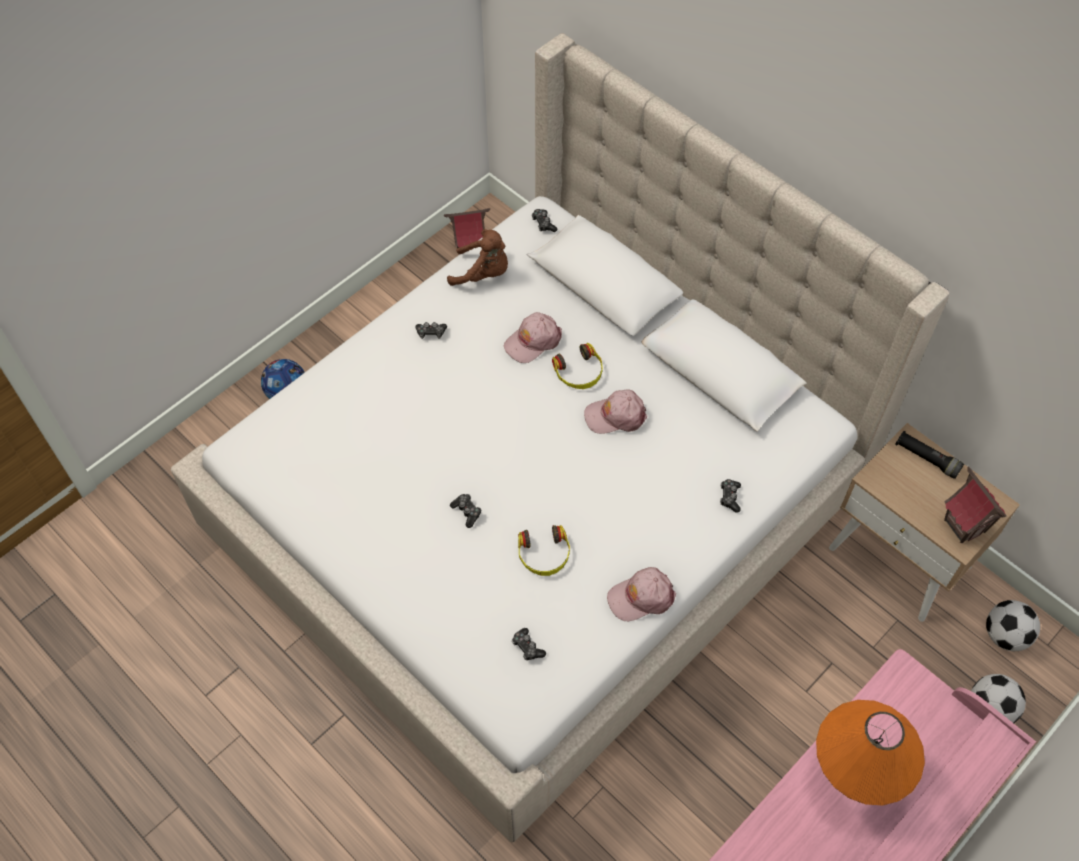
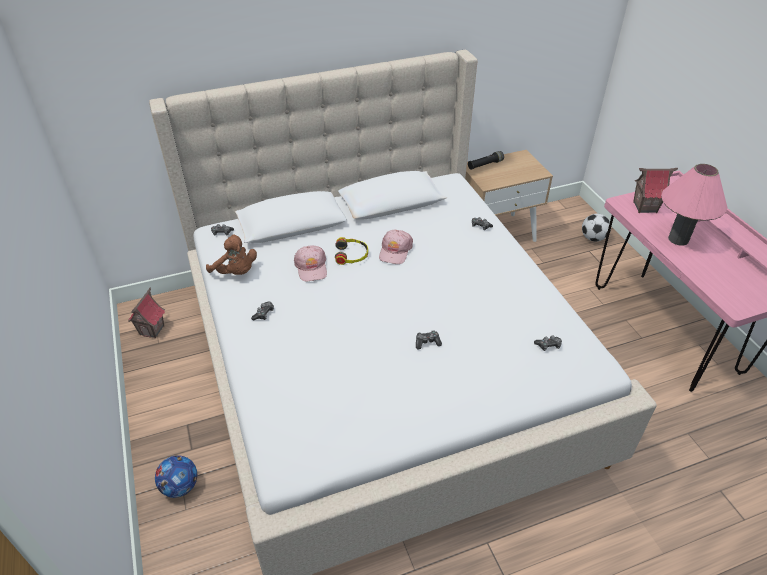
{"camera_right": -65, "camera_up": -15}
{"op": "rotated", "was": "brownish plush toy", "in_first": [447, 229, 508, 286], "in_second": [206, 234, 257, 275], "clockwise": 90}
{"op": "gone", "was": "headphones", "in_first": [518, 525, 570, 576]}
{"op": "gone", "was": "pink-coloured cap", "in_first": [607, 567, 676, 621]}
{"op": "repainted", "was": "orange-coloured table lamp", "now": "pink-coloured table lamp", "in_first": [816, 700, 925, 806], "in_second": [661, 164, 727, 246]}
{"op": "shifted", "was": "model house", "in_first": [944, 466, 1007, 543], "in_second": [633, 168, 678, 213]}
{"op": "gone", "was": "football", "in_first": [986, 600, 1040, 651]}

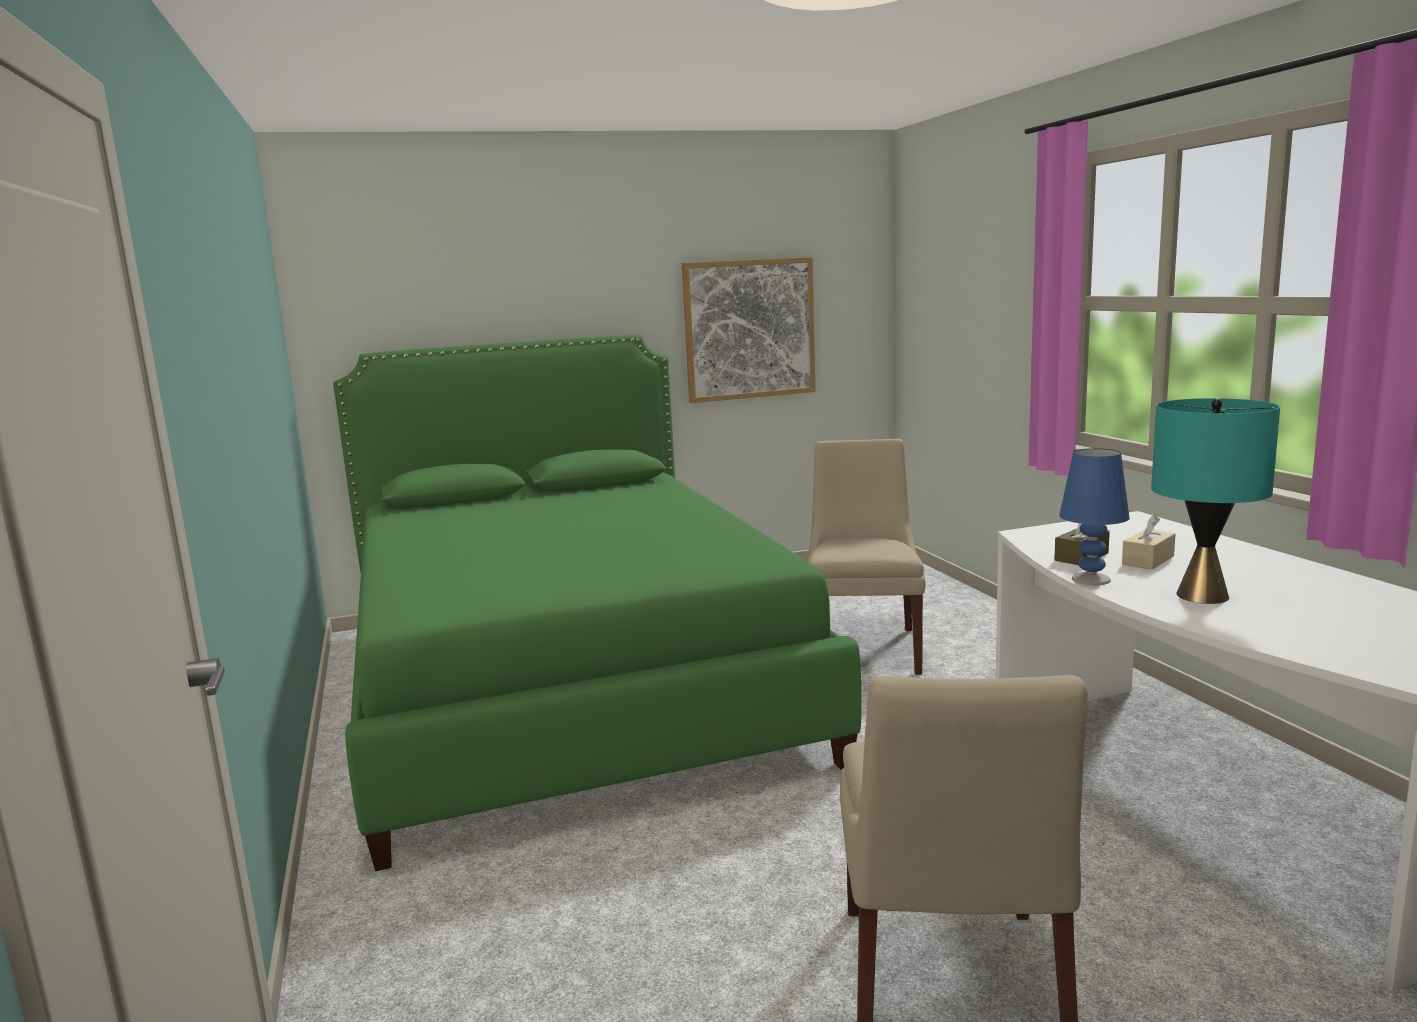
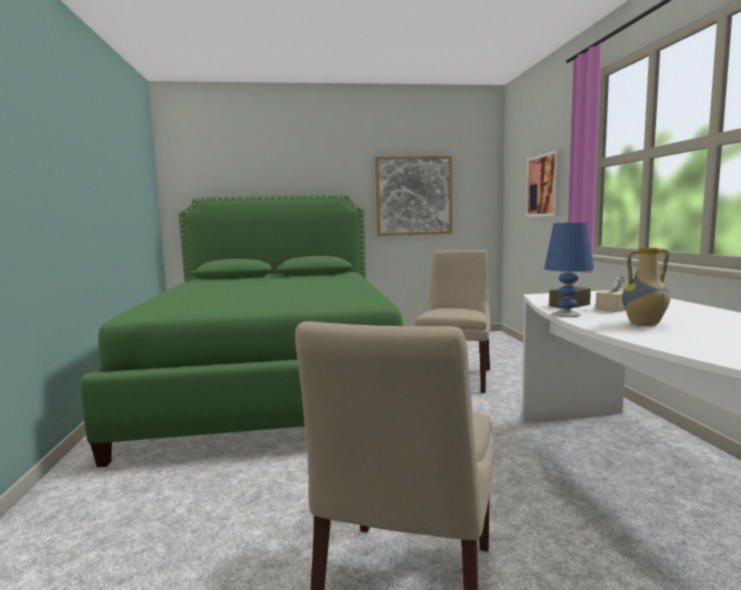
{"camera_right": 10, "camera_up": -5}
{"op": "swapped", "was": "blue-green table lamp", "now": "decorative vase", "in_first": [1151, 398, 1280, 604], "in_second": [622, 248, 670, 326]}
{"op": "new", "now": "picture", "in_second": [526, 150, 561, 217]}

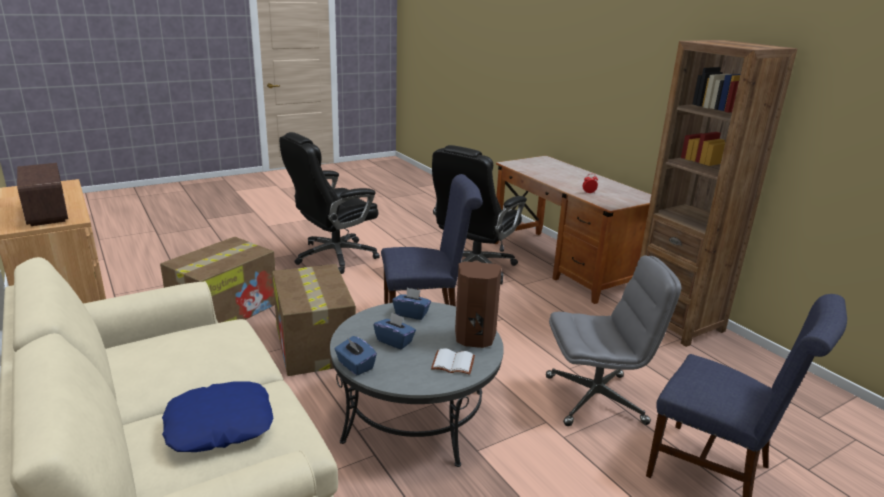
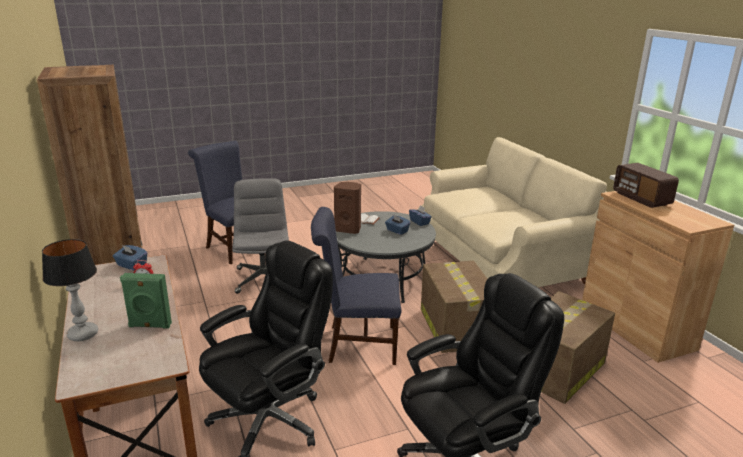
{"camera_right": -170, "camera_up": 0}
{"op": "gone", "was": "blue pillow", "in_first": [162, 381, 273, 452]}
{"op": "shifted", "was": "blue box of tissues", "in_first": [392, 287, 431, 320], "in_second": [113, 244, 147, 270]}
{"op": "rotated", "was": "grey computer chair", "in_first": [546, 255, 681, 426], "in_second": [232, 178, 289, 294], "clockwise": 75}
{"op": "new", "now": "table lamp", "in_second": [42, 239, 98, 341]}
{"op": "new", "now": "green-coloured audio speaker", "in_second": [120, 273, 172, 329]}

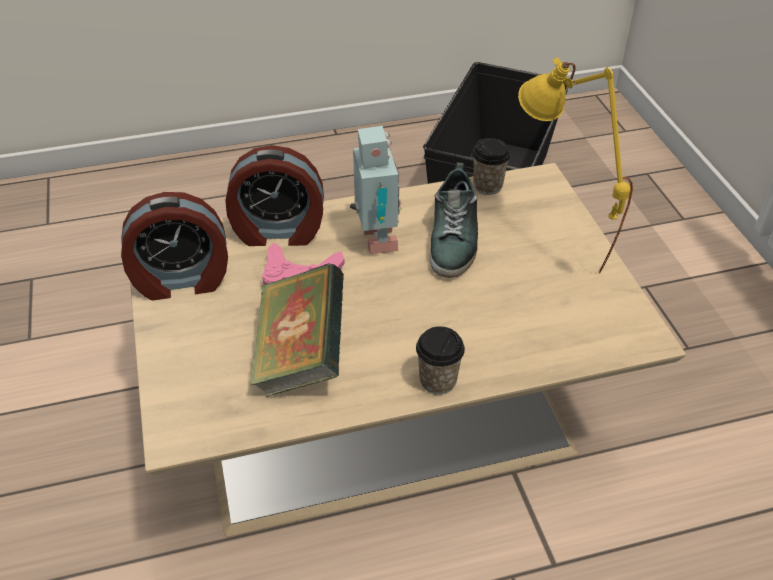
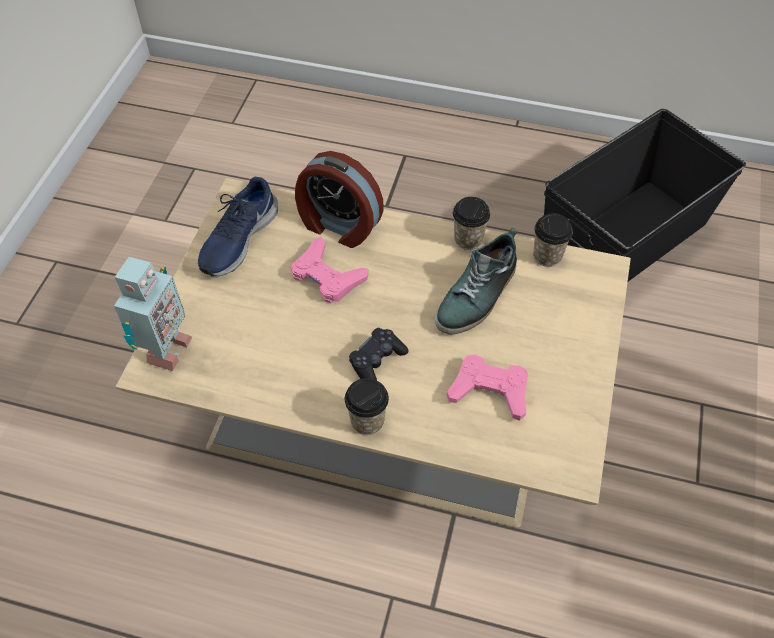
{"camera_right": 30, "camera_up": 10}
{"op": "swapped", "was": "alarm clock", "now": "blue shoe", "in_first": [121, 192, 228, 301], "in_second": [198, 177, 278, 276]}
{"op": "gone", "was": "bound book", "in_first": [250, 263, 344, 397]}
{"op": "shifted", "was": "robot figure", "in_first": [350, 126, 402, 254], "in_second": [114, 257, 192, 371]}
{"op": "gone", "was": "yellow table lamp", "in_first": [518, 58, 633, 273]}
{"op": "new", "now": "black gamepad", "in_second": [349, 328, 408, 380]}
{"op": "new", "now": "pink-coloured gamepad", "in_second": [447, 355, 528, 421]}
{"op": "new", "now": "drinking cup", "in_second": [453, 197, 490, 250]}

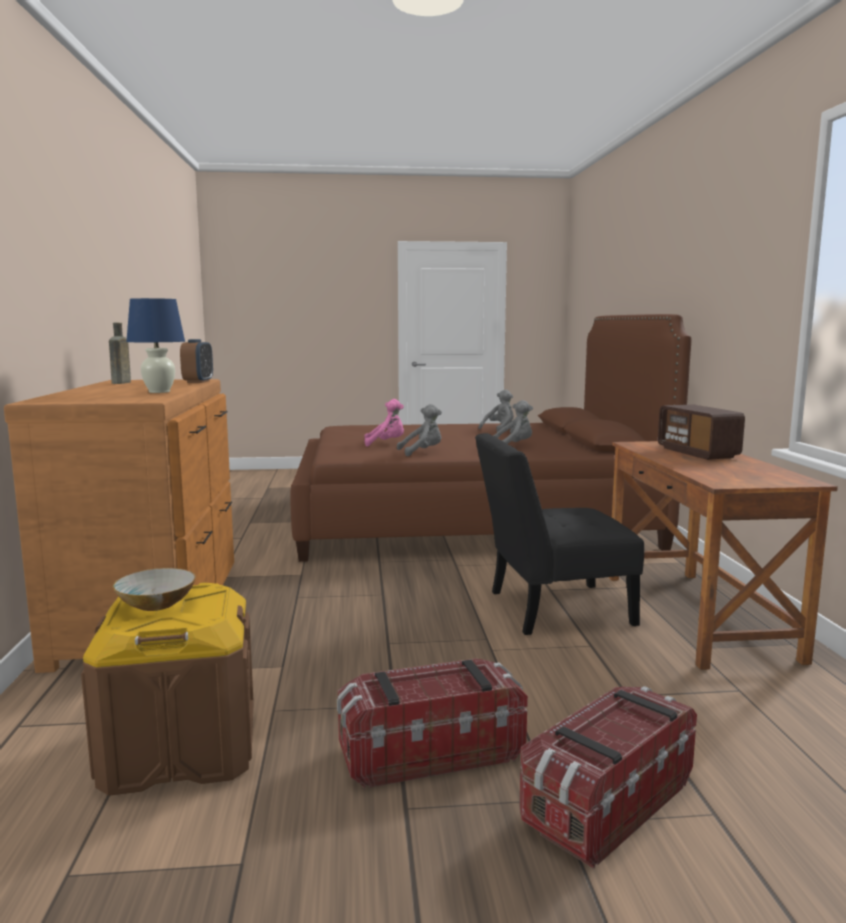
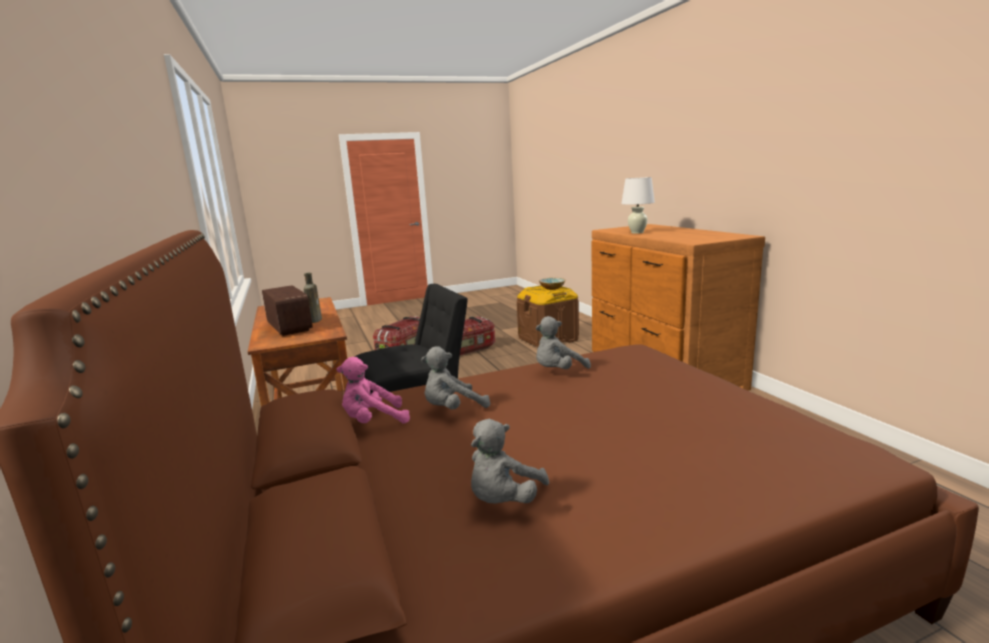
{"camera_right": 165, "camera_up": 5}
{"op": "shifted", "was": "brownish beverage bottle", "in_first": [109, 323, 131, 384], "in_second": [304, 273, 322, 323]}
{"op": "repainted", "was": "blue table lamp", "now": "white table lamp", "in_first": [126, 298, 185, 393], "in_second": [621, 177, 655, 234]}
{"op": "gone", "was": "alarm clock", "in_first": [180, 339, 213, 383]}
{"op": "shifted", "was": "pink-coloured plush toy", "in_first": [364, 399, 404, 447], "in_second": [337, 357, 410, 423]}

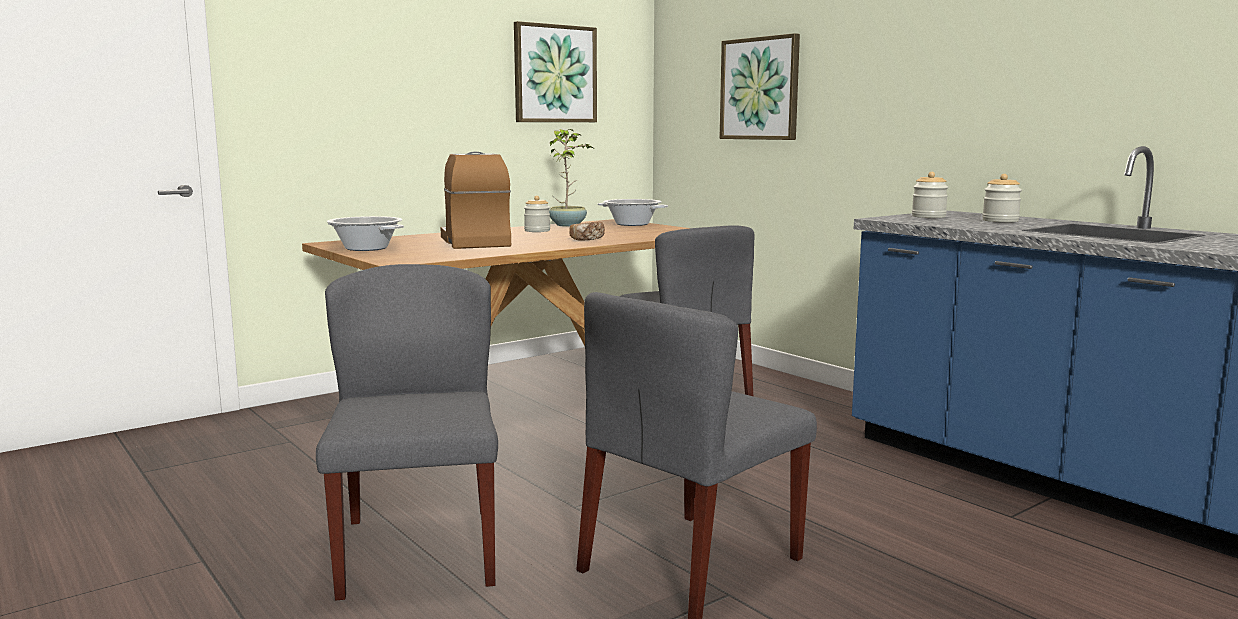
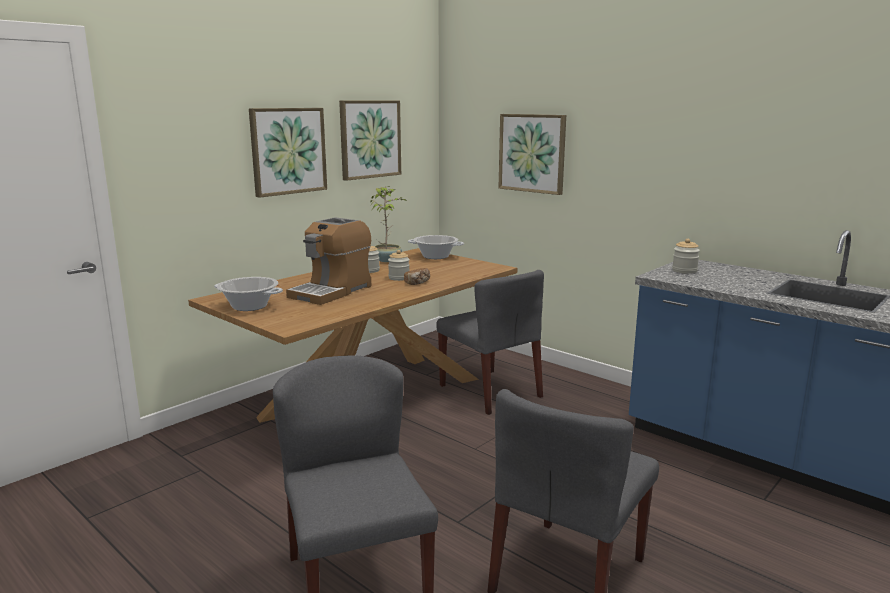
{"camera_right": -10, "camera_up": 5}
{"op": "rotated", "was": "coffee brewer", "in_first": [441, 152, 511, 249], "in_second": [286, 217, 371, 305], "clockwise": -120}
{"op": "shifted", "was": "storage jar", "in_first": [982, 174, 1022, 222], "in_second": [388, 250, 410, 281]}
{"op": "new", "now": "picture", "in_second": [249, 108, 327, 198]}

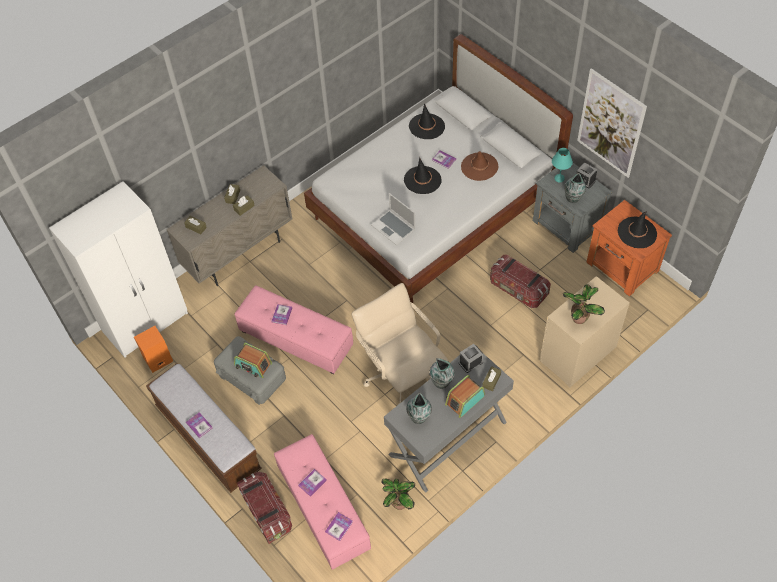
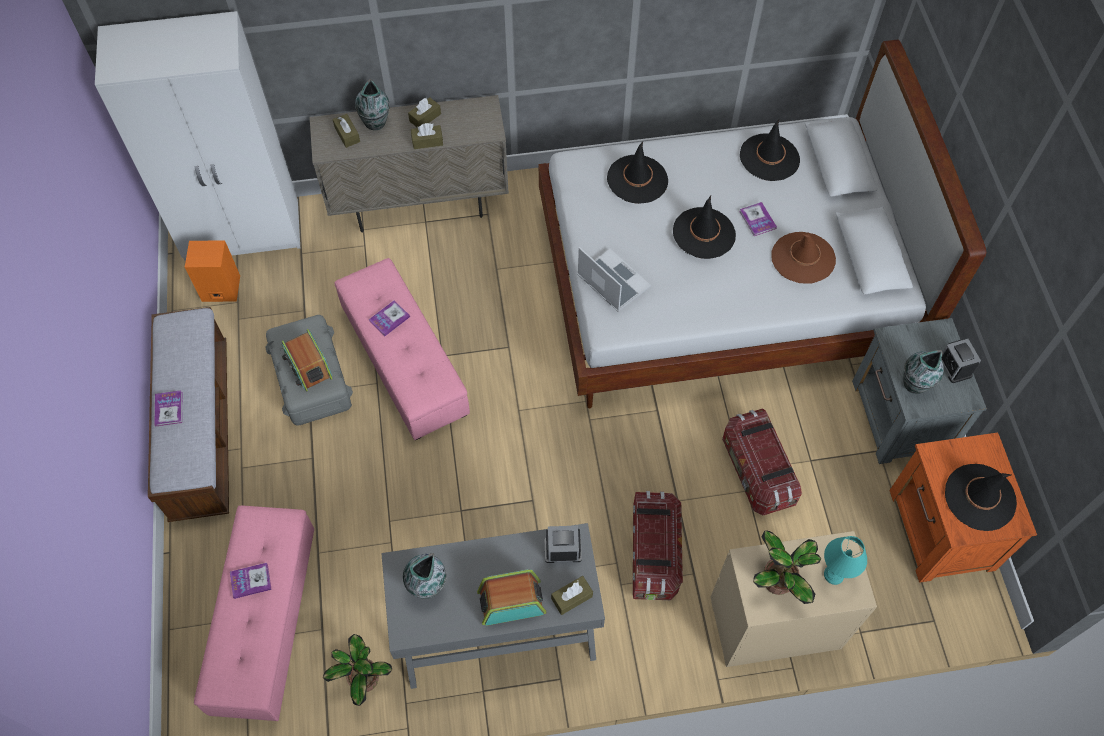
{"camera_right": 30, "camera_up": 5}
{"op": "shifted", "was": "storage box", "in_first": [237, 471, 292, 544], "in_second": [633, 491, 683, 600]}
{"op": "gone", "was": "bound book", "in_first": [325, 512, 353, 541]}
{"op": "gone", "was": "sand-coloured computer chair", "in_first": [352, 283, 448, 405]}
{"op": "rotated", "was": "laptop", "in_first": [371, 193, 416, 245], "in_second": [578, 247, 651, 312], "clockwise": 150}
{"op": "shifted", "was": "decorative vase", "in_first": [429, 358, 455, 389], "in_second": [355, 79, 390, 130]}
{"op": "shifted", "was": "blue-green table lamp", "in_first": [552, 148, 573, 182], "in_second": [824, 536, 867, 585]}
{"op": "gone", "was": "picture", "in_first": [577, 68, 647, 178]}
{"op": "new", "now": "black clothing hat", "in_second": [607, 142, 668, 204]}

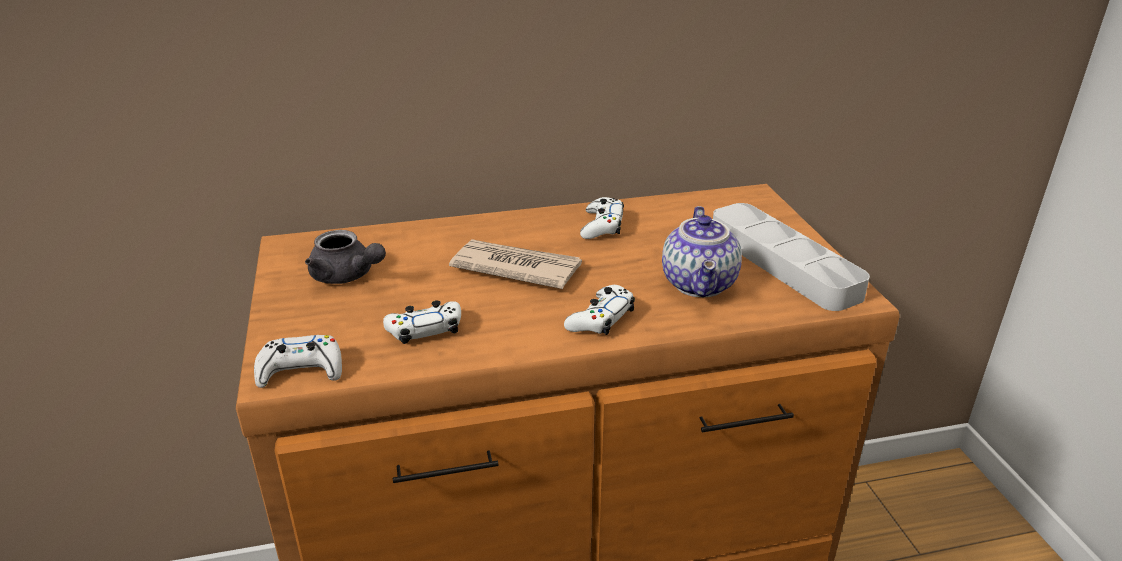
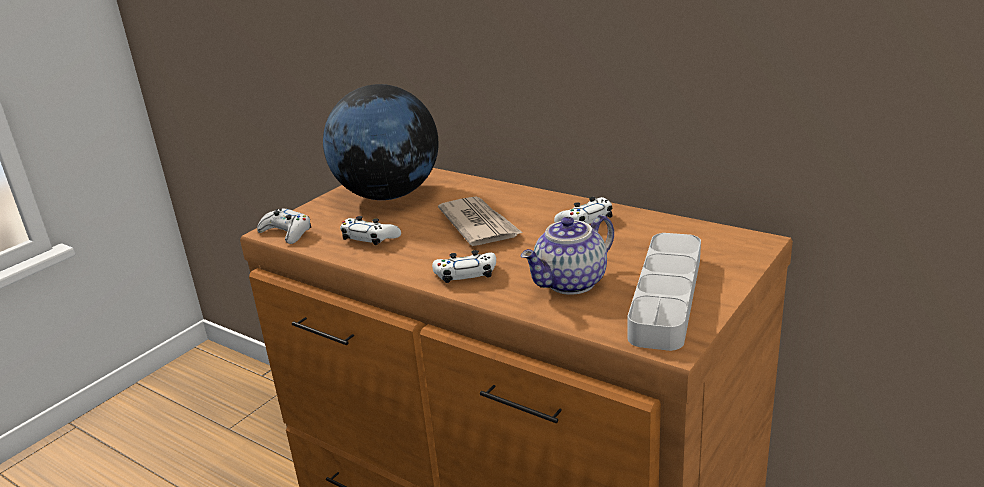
{"camera_right": 50, "camera_up": -5}
{"op": "swapped", "was": "grey tea pot", "now": "world globe", "in_first": [305, 230, 386, 284], "in_second": [323, 84, 439, 200]}

